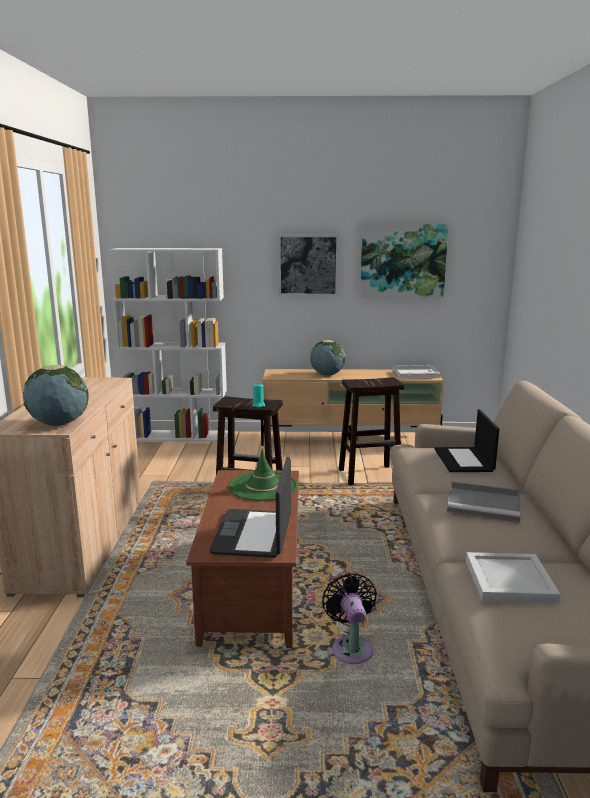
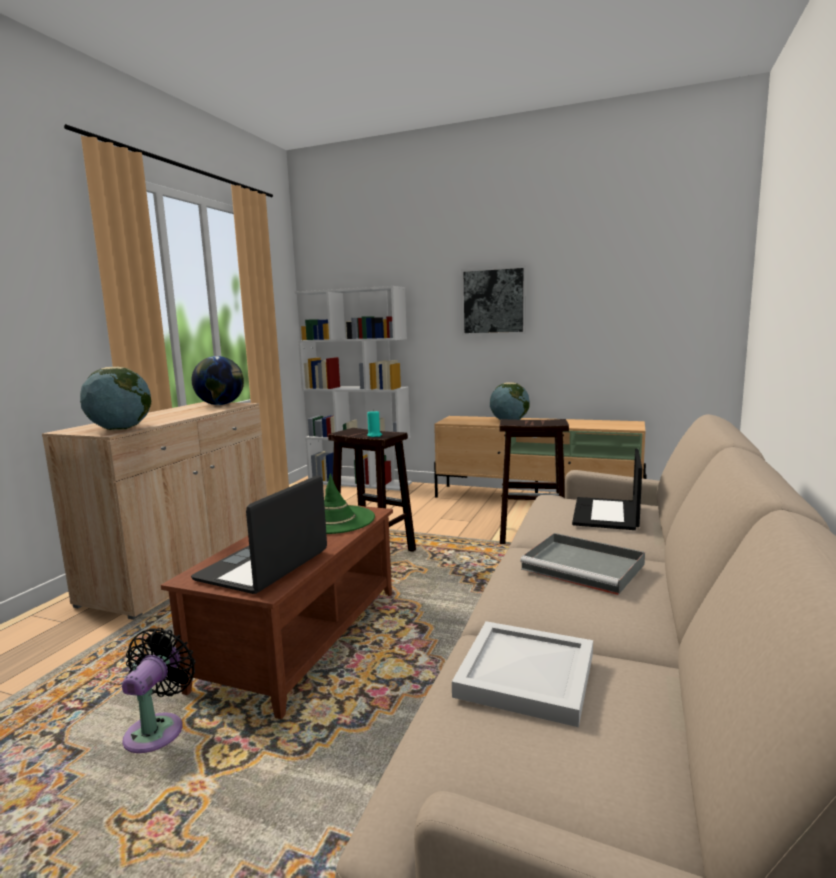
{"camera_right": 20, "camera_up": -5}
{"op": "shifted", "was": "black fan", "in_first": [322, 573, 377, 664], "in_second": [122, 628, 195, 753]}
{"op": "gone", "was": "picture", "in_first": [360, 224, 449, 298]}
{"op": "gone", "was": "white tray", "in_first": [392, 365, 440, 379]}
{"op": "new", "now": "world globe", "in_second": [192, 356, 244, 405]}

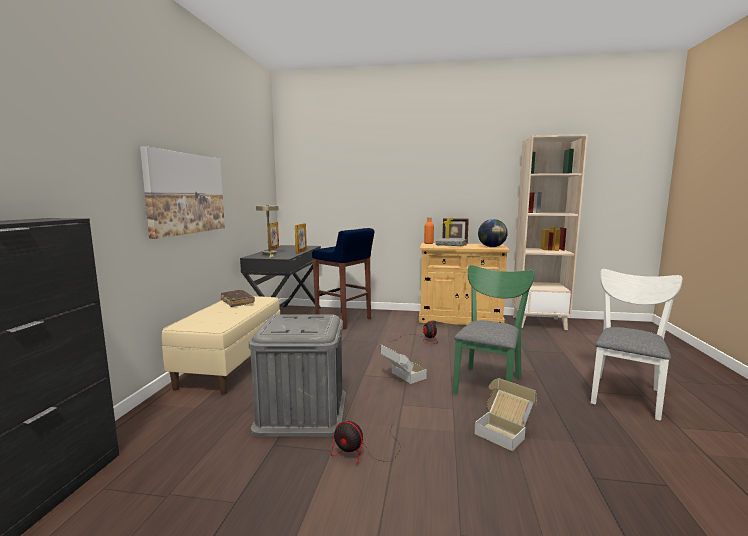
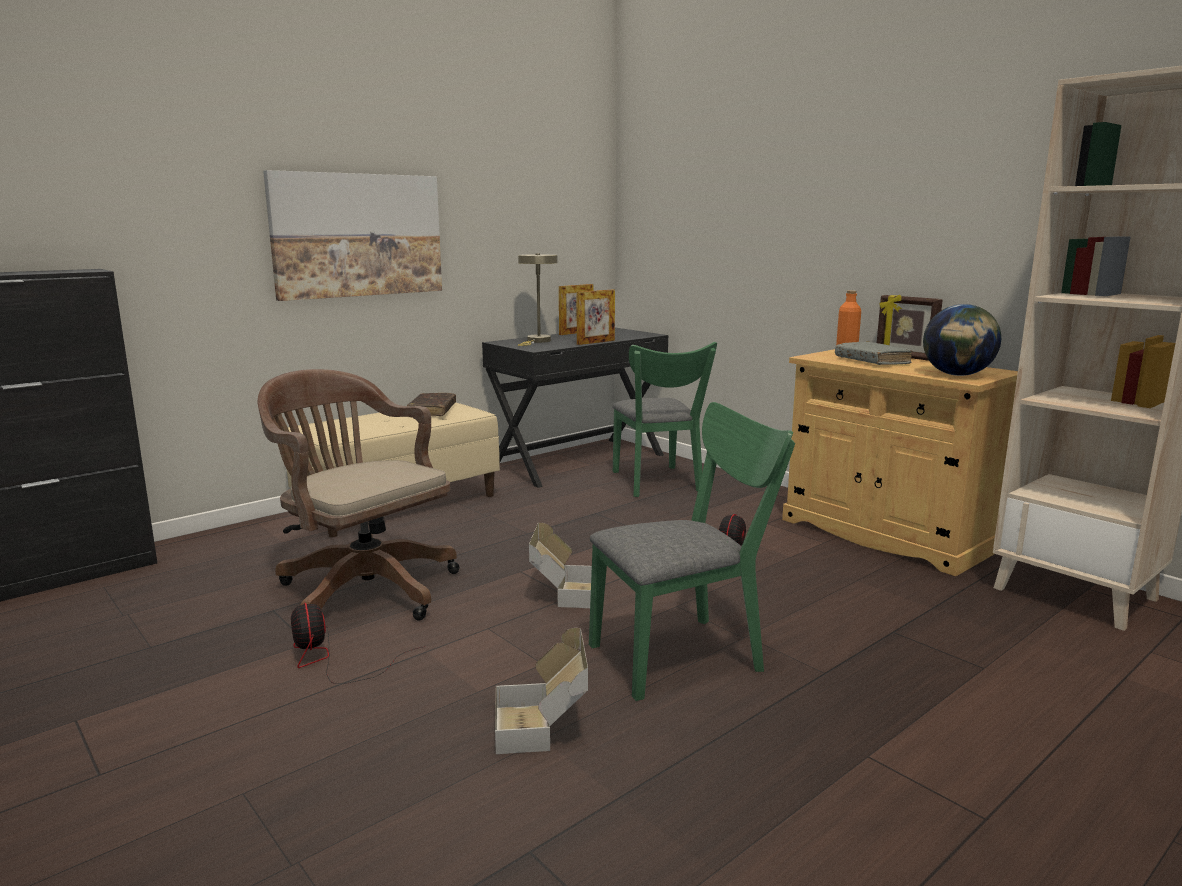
{"camera_right": 40, "camera_up": 5}
{"op": "swapped", "was": "grey storage box", "now": "brownish computer chair", "in_first": [249, 314, 346, 437], "in_second": [258, 369, 460, 621]}
{"op": "swapped", "was": "blue sitting stool", "now": "green-coloured upright chair", "in_first": [312, 228, 375, 329], "in_second": [612, 342, 717, 497]}
{"op": "gone", "was": "white upright chair", "in_first": [591, 269, 682, 421]}

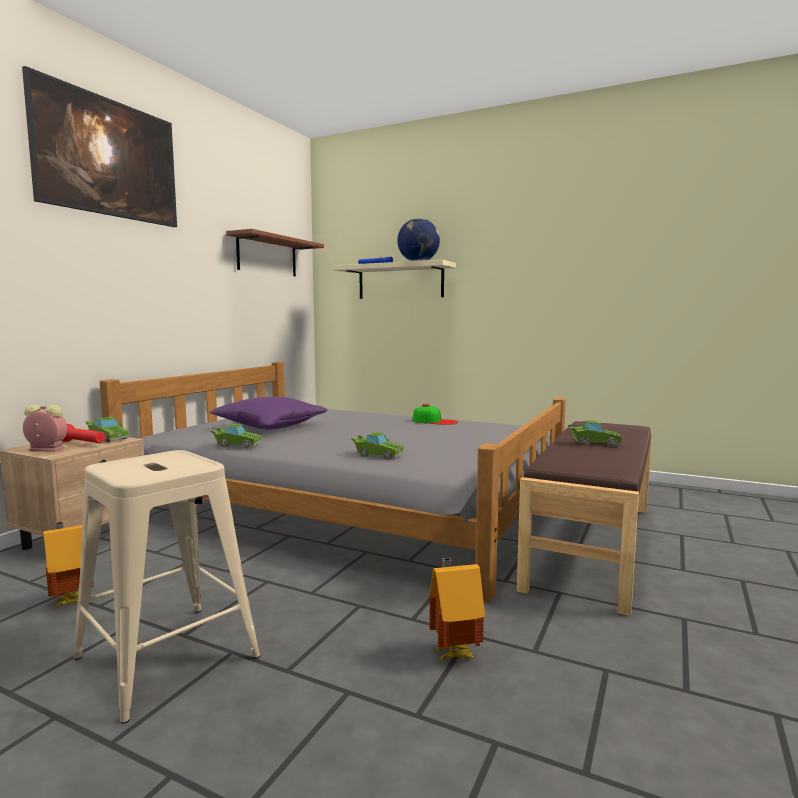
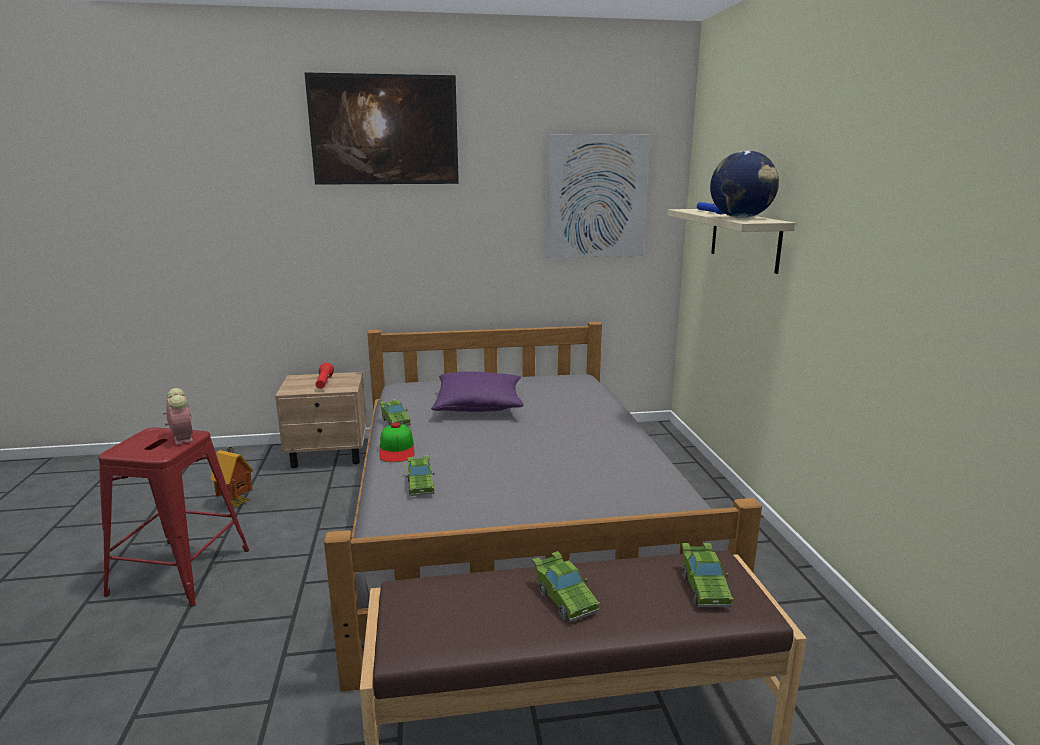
{"camera_right": 55, "camera_up": 10}
{"op": "shifted", "was": "alarm clock", "in_first": [23, 405, 67, 452], "in_second": [163, 388, 193, 445]}
{"op": "repainted", "was": "sand-coloured sitting stool", "now": "reddish sitting stool", "in_first": [73, 450, 260, 724], "in_second": [98, 428, 249, 607]}
{"op": "shifted", "was": "green-coloured model car", "in_first": [86, 417, 130, 442], "in_second": [682, 543, 733, 607]}
{"op": "swapped", "was": "brownish wall shelf", "now": "picture", "in_first": [226, 229, 324, 276], "in_second": [546, 134, 650, 258]}
{"op": "shifted", "was": "cap", "in_first": [413, 404, 458, 425], "in_second": [379, 423, 415, 462]}
{"op": "gone", "was": "model house", "in_first": [429, 558, 485, 661]}

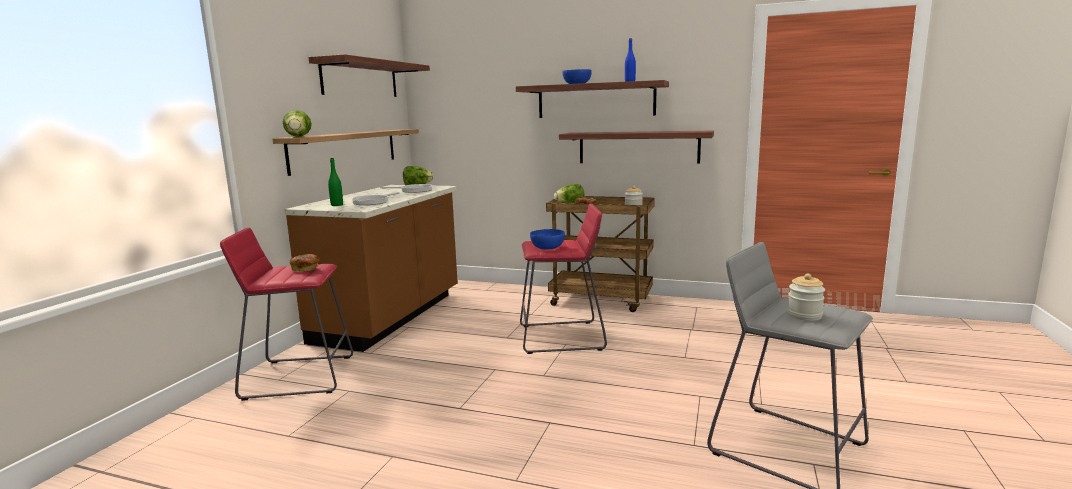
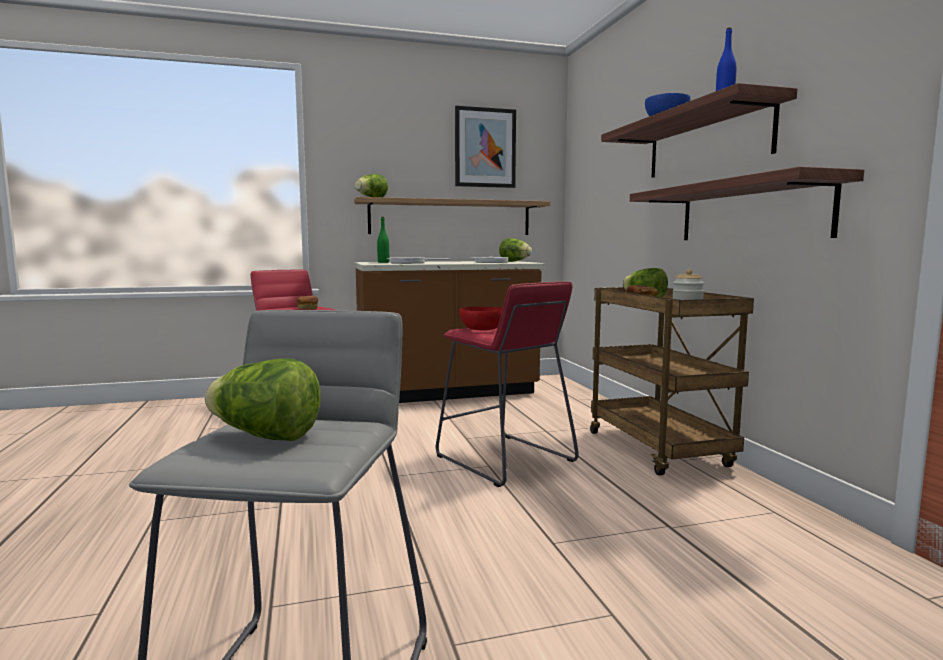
{"camera_right": 55, "camera_up": -5}
{"op": "swapped", "was": "wall shelf", "now": "picture", "in_first": [309, 54, 430, 97], "in_second": [455, 105, 516, 188]}
{"op": "repainted", "was": "blue serving bowl", "now": "reddish serving bowl", "in_first": [530, 229, 565, 249], "in_second": [459, 307, 503, 330]}
{"op": "swapped", "was": "storage jar", "now": "lettuce", "in_first": [787, 273, 825, 321], "in_second": [205, 358, 321, 441]}

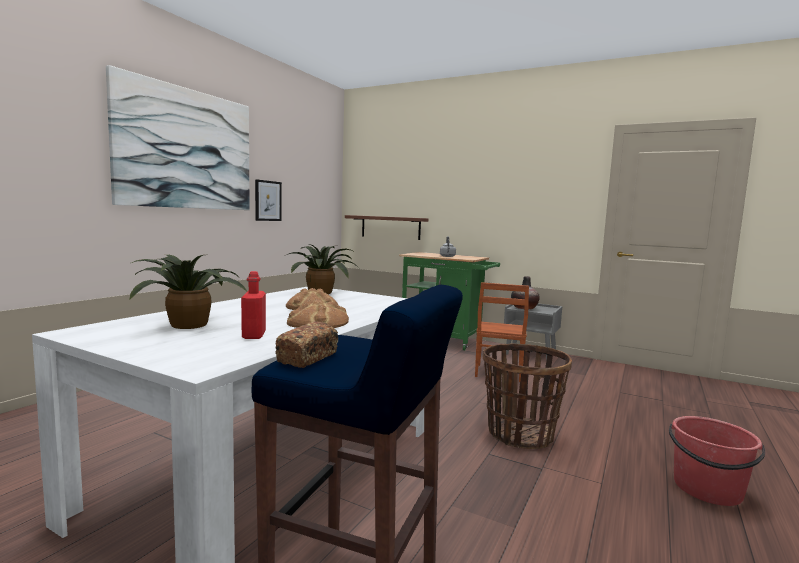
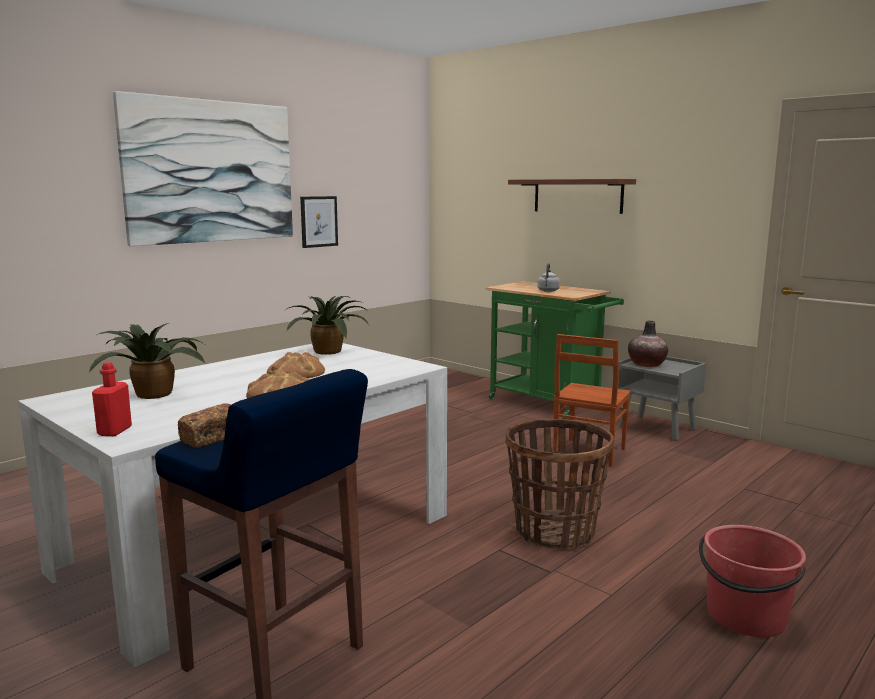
{"camera_right": 15, "camera_up": 5}
{"op": "shifted", "was": "reddish beverage bottle", "in_first": [241, 271, 266, 339], "in_second": [92, 362, 132, 436]}
{"op": "shifted", "was": "wall shelf", "in_first": [345, 215, 428, 240], "in_second": [508, 179, 636, 214]}

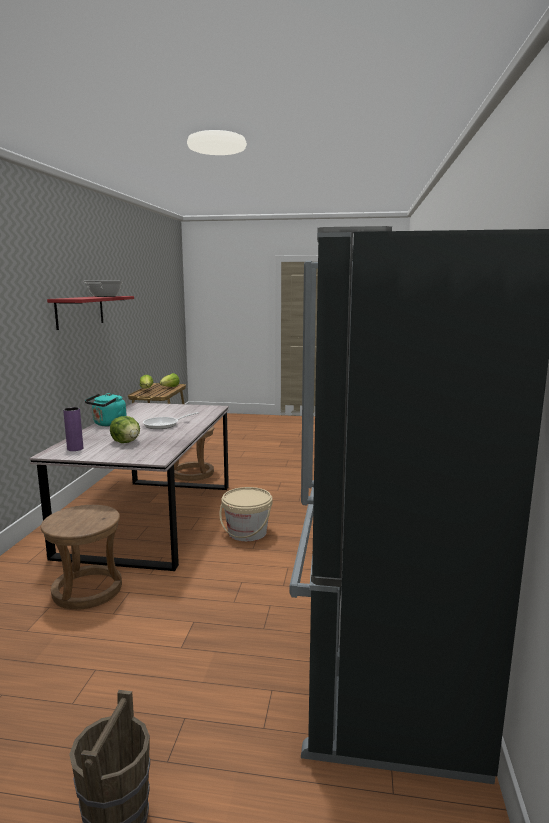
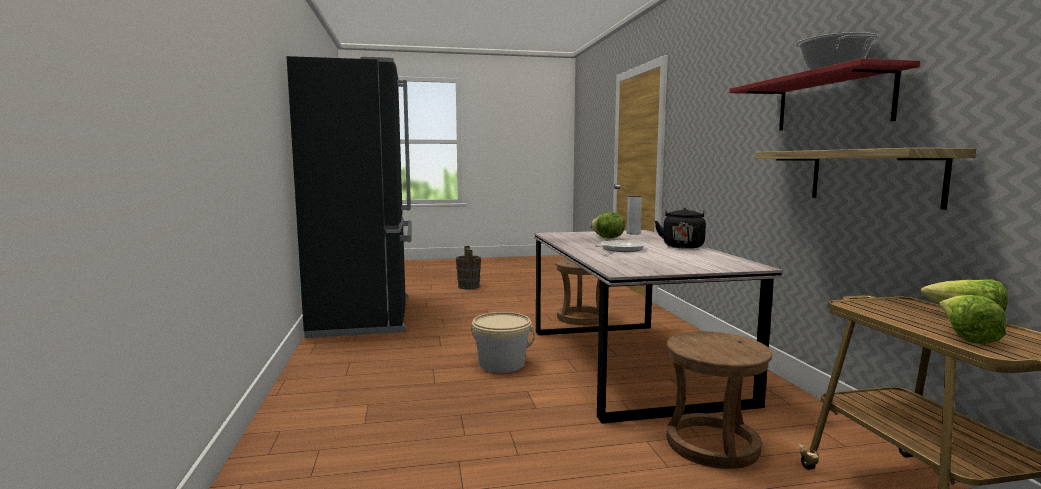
{"camera_right": 160, "camera_up": -5}
{"op": "repainted", "was": "purple-coloured decorative vase", "now": "grey decorative vase", "in_first": [63, 407, 83, 451], "in_second": [627, 196, 642, 235]}
{"op": "repainted", "was": "blue-green water kettle", "now": "black water kettle", "in_first": [85, 393, 127, 426], "in_second": [655, 207, 706, 249]}
{"op": "new", "now": "wall shelf", "in_second": [756, 148, 976, 210]}

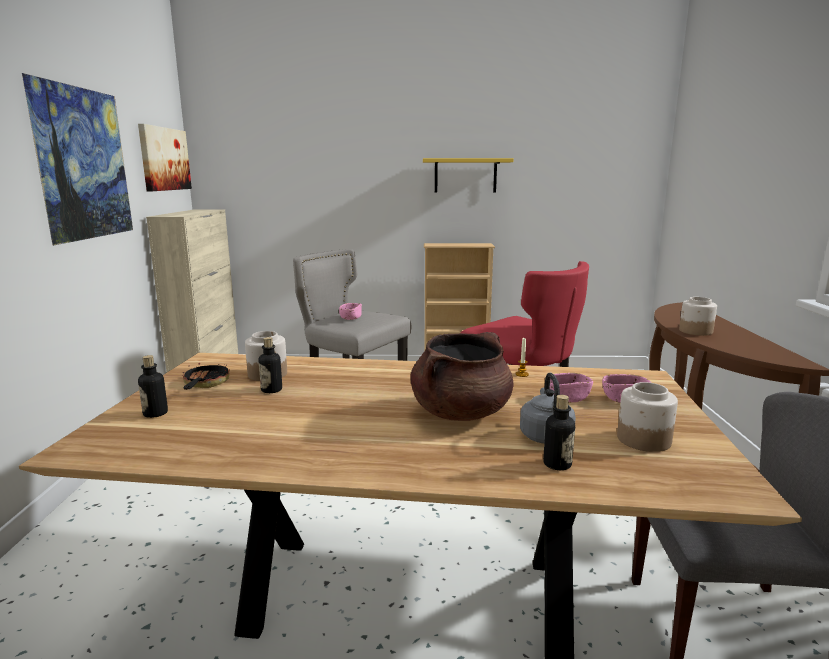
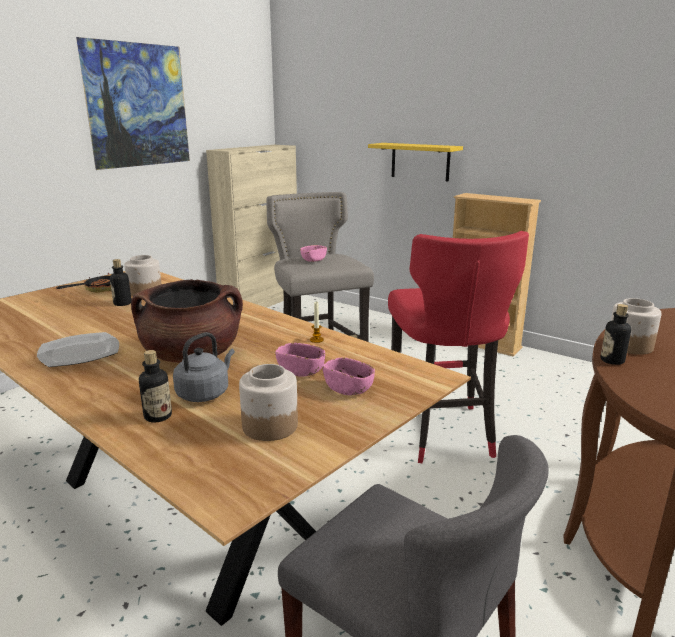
{"camera_right": 35, "camera_up": 5}
{"op": "gone", "was": "picture", "in_first": [138, 124, 192, 191]}
{"op": "shifted", "was": "beverage bottle", "in_first": [138, 355, 168, 418], "in_second": [600, 304, 631, 365]}
{"op": "shifted", "was": "yellow wall shelf", "in_first": [423, 158, 514, 193], "in_second": [368, 143, 463, 181]}
{"op": "new", "now": "plate", "in_second": [37, 332, 119, 367]}

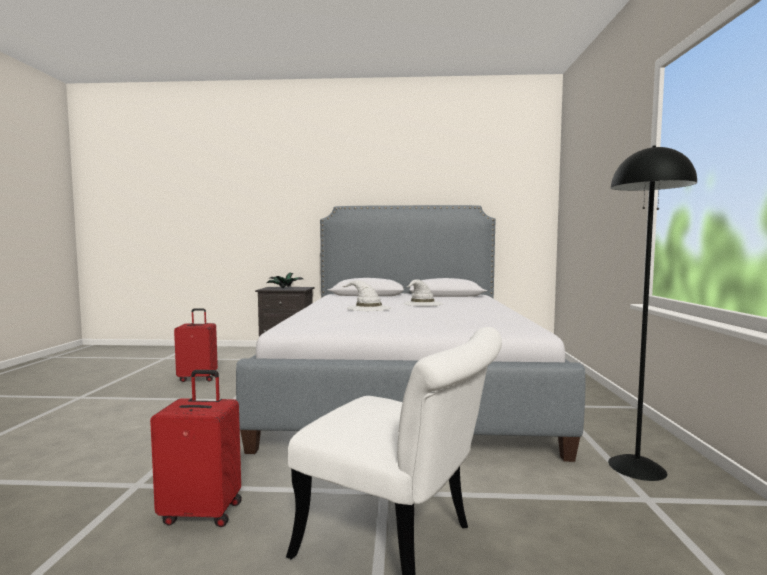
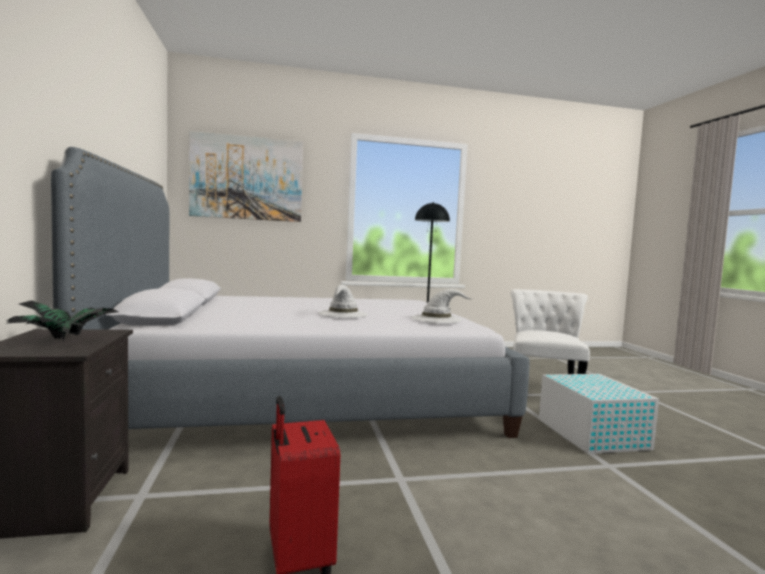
{"camera_right": -105, "camera_up": 0}
{"op": "swapped", "was": "reddish piece of luggage", "now": "white storage box", "in_first": [150, 370, 242, 527], "in_second": [539, 374, 659, 454]}
{"op": "shifted", "was": "white clothing hat", "in_first": [403, 279, 443, 306], "in_second": [411, 289, 474, 323]}
{"op": "new", "now": "picture", "in_second": [189, 131, 303, 222]}

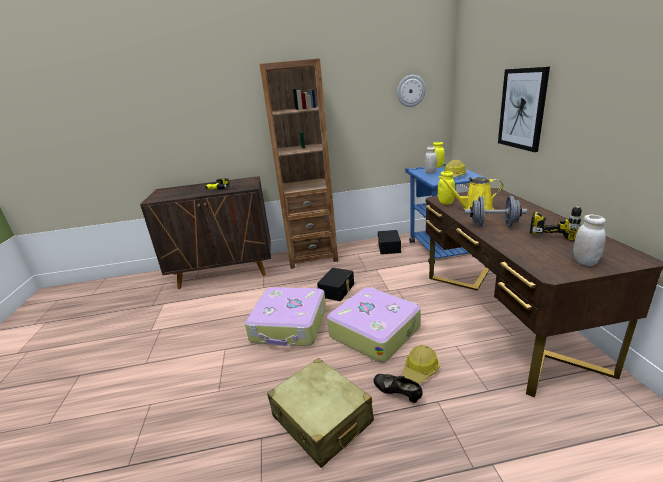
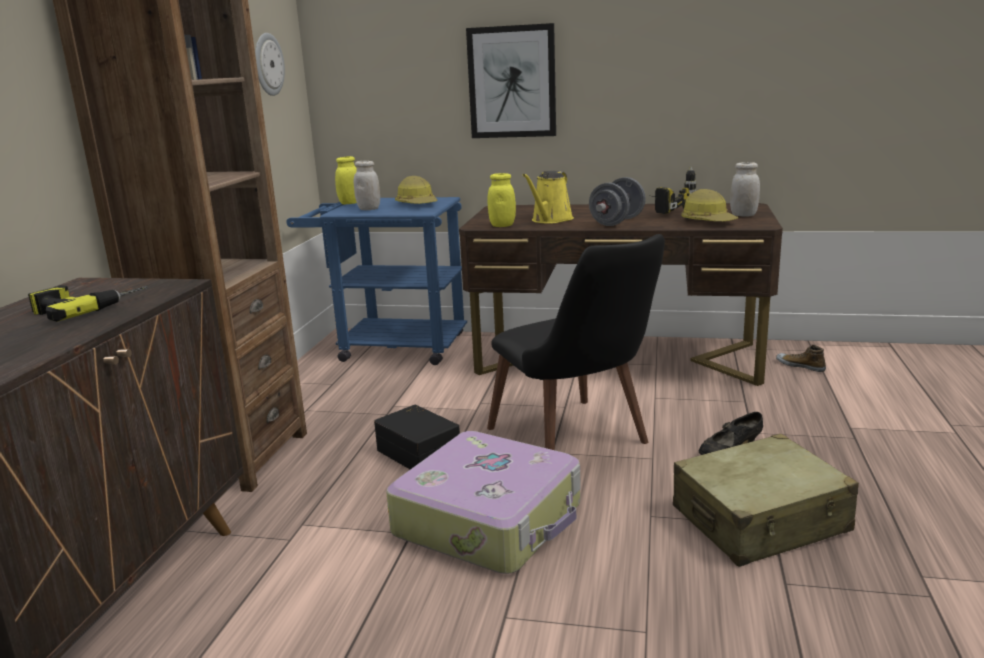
{"camera_right": -70, "camera_up": -5}
{"op": "swapped", "was": "piece of luggage", "now": "black upright chair", "in_first": [327, 287, 421, 362], "in_second": [487, 234, 665, 450]}
{"op": "gone", "was": "black storage box", "in_first": [377, 230, 401, 254]}
{"op": "shifted", "was": "hard hat", "in_first": [402, 345, 440, 383], "in_second": [682, 189, 738, 222]}
{"op": "new", "now": "shoe", "in_second": [776, 345, 826, 372]}

